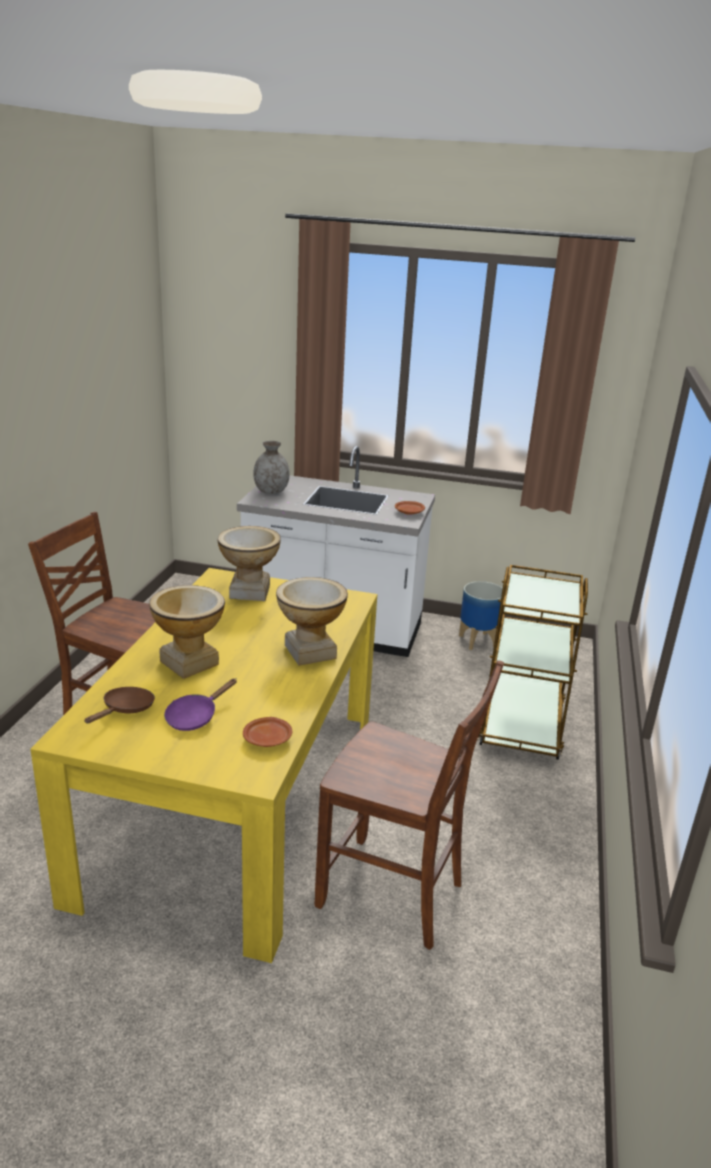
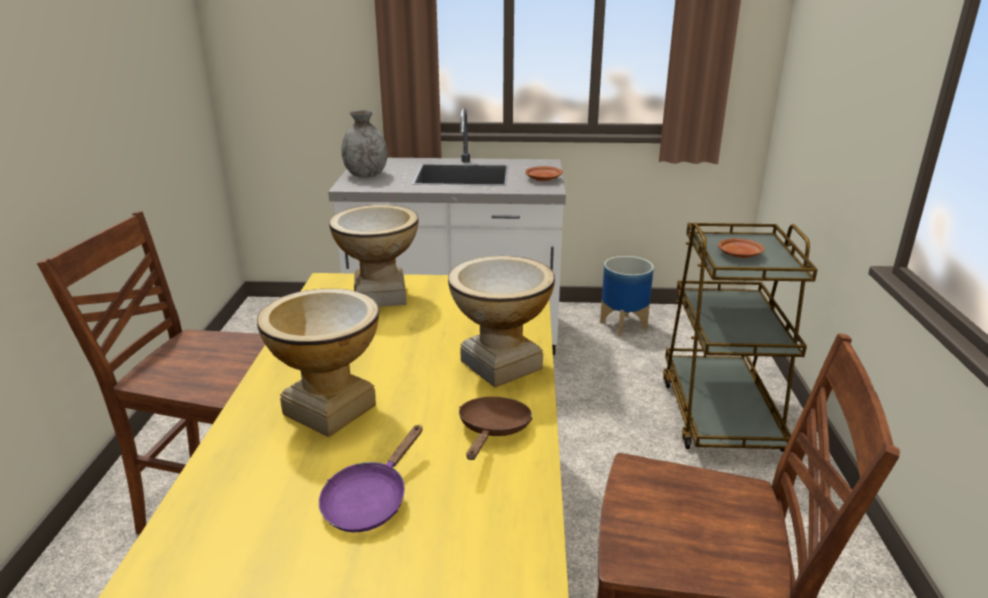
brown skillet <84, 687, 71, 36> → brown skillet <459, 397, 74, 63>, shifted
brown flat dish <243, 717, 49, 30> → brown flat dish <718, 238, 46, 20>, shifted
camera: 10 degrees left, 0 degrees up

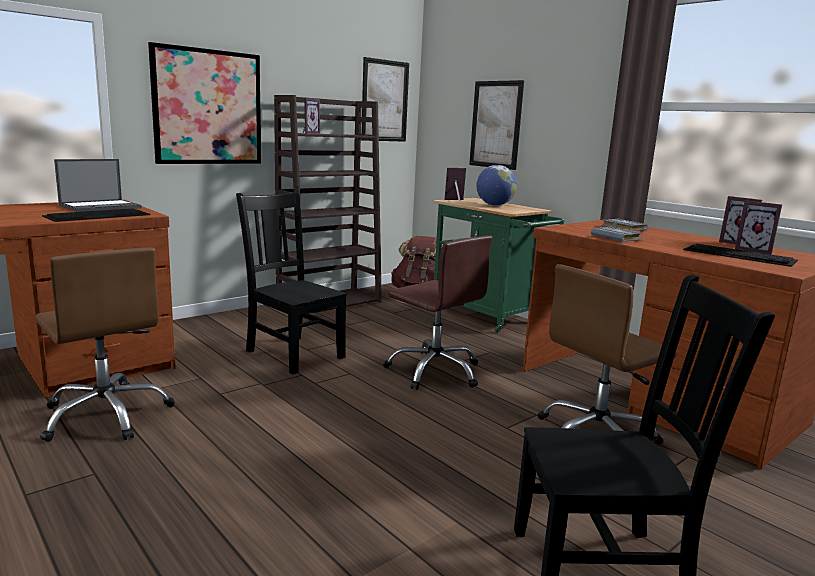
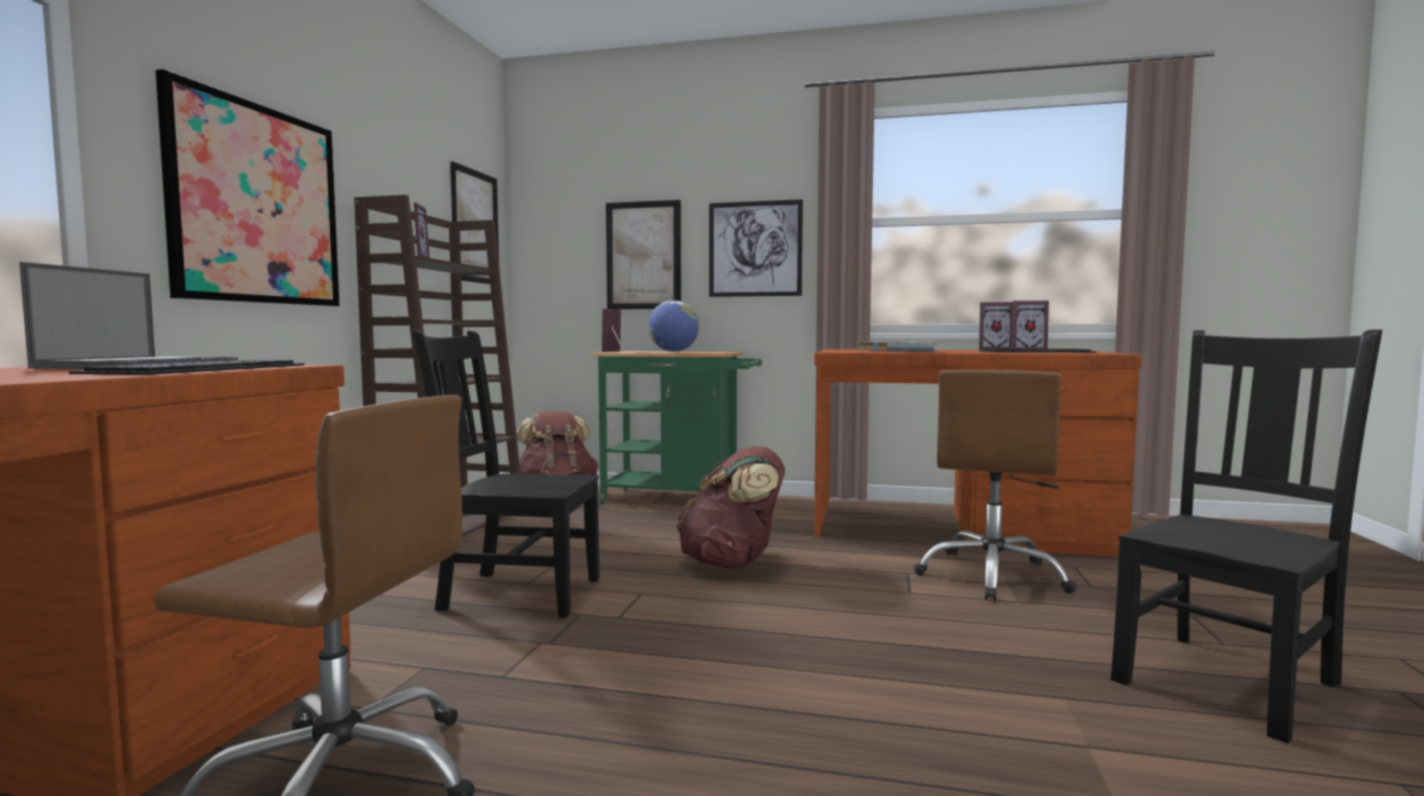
brown office chair <383, 235, 110, 155> → brown rucksack <676, 446, 109, 123>
- → picture <709, 199, 94, 98>
camera: 35 degrees left, 10 degrees down

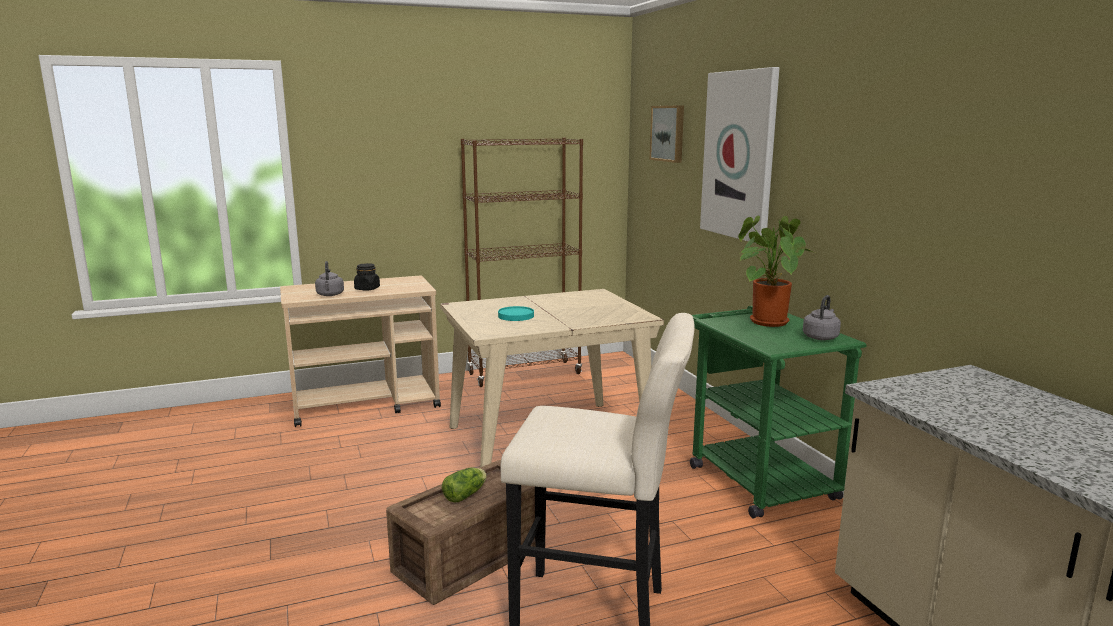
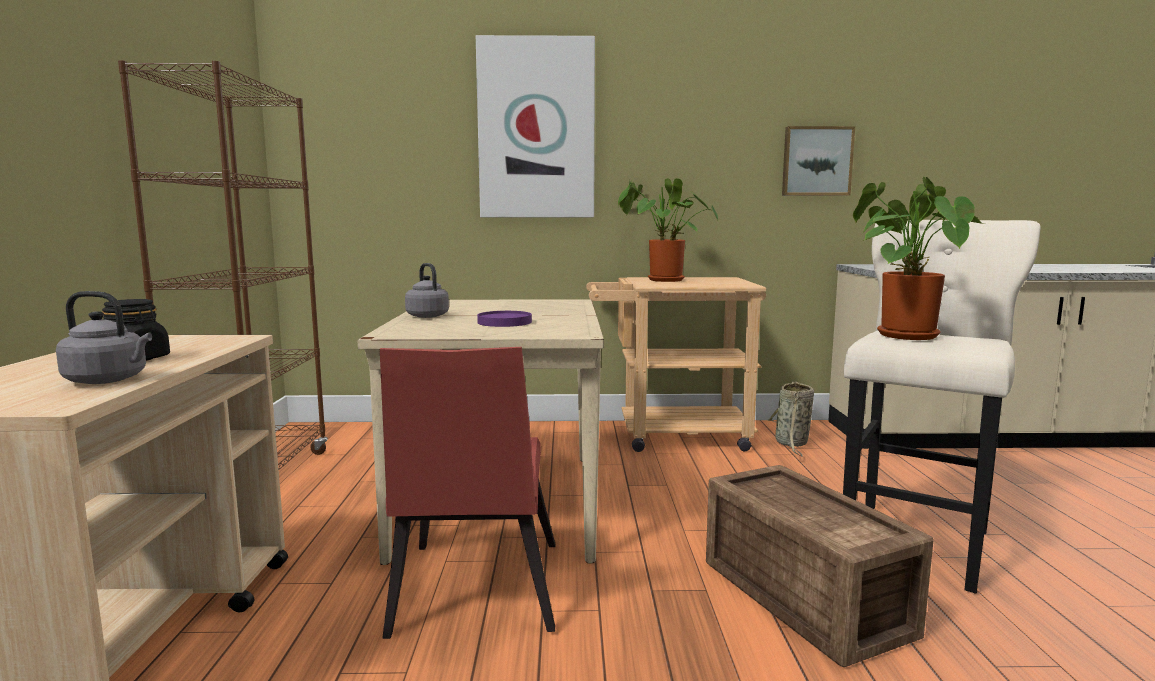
lettuce <442, 467, 45, 35> → -
blue-green flat dish <498, 306, 36, 15> → purple-coloured flat dish <477, 311, 55, 16>
picture <650, 106, 34, 57> → picture <782, 126, 73, 70>, shifted
green cart <690, 306, 177, 213> → beige-coloured cart <586, 277, 180, 175>
gray kettle <803, 295, 38, 45> → gray kettle <405, 263, 44, 55>, shifted
- → red plain chair <380, 347, 175, 292>
- → storage basket <767, 381, 47, 76>
- → plant in a pot <853, 177, 132, 163>
camera: 70 degrees left, 5 degrees down

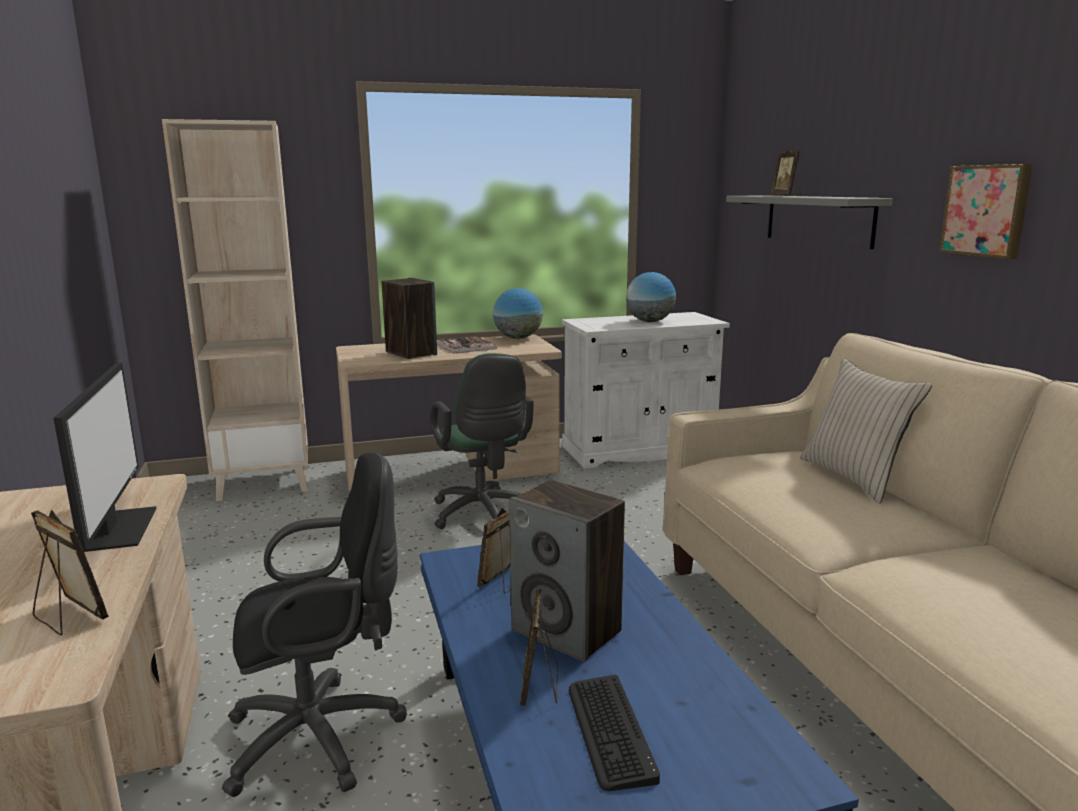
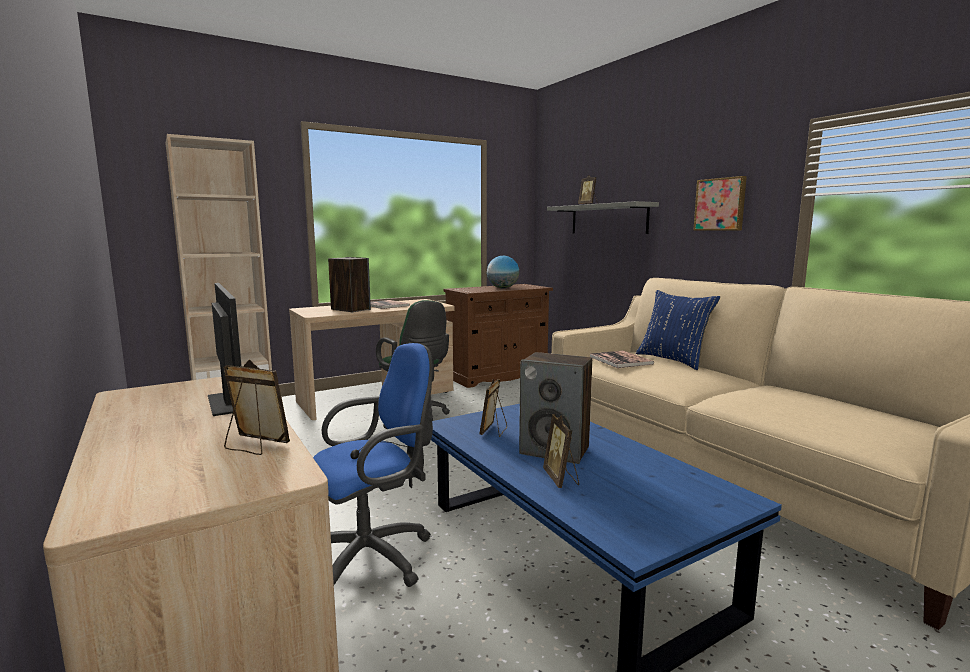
black-coloured office chair <222, 453, 185, 344> → blue office chair <313, 343, 120, 244>
globe <493, 288, 50, 51> → -
white-coloured storage cabinet <562, 312, 168, 157> → brown storage cabinet <443, 284, 110, 104>
computer keyboard <569, 675, 91, 116> → -
beige-coloured pillow <800, 358, 132, 146> → blue pillow <636, 290, 84, 80>
- → volume <590, 351, 64, 17>
camera: 15 degrees left, 5 degrees down

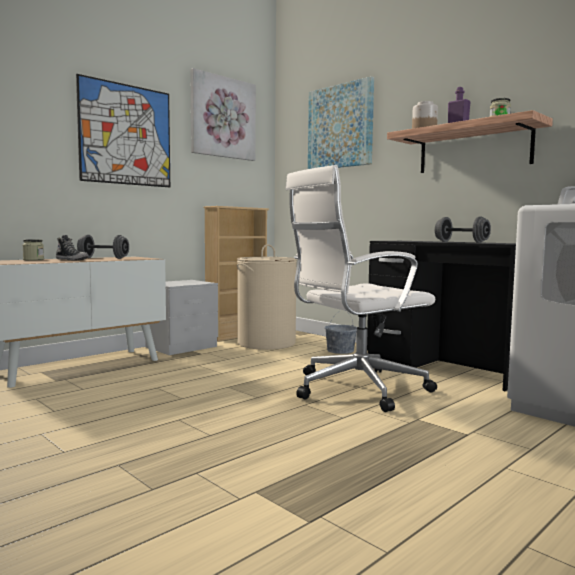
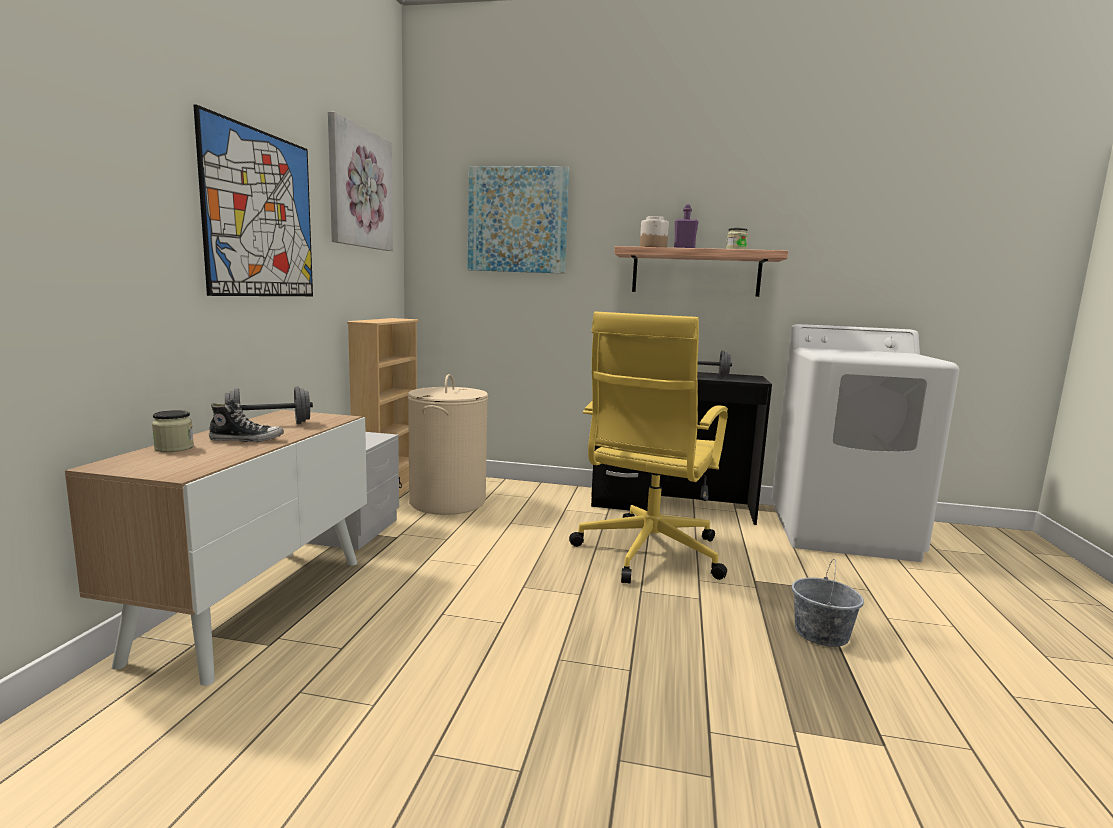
white-coloured office chair <285, 165, 152, 247> → yellow-coloured office chair <569, 312, 159, 272>
gray water bucket <324, 310, 33, 44> → gray water bucket <792, 559, 72, 88>, shifted
camera: 35 degrees left, 5 degrees up

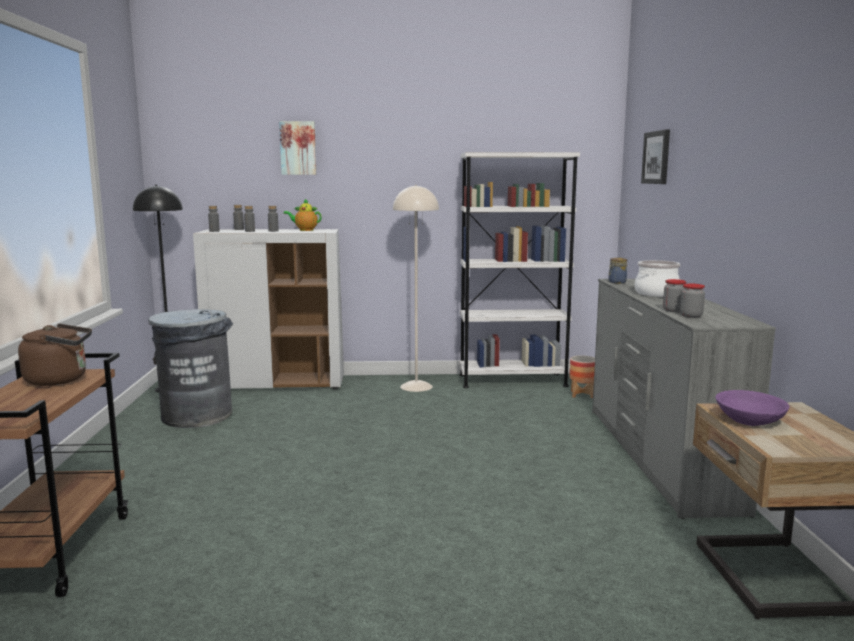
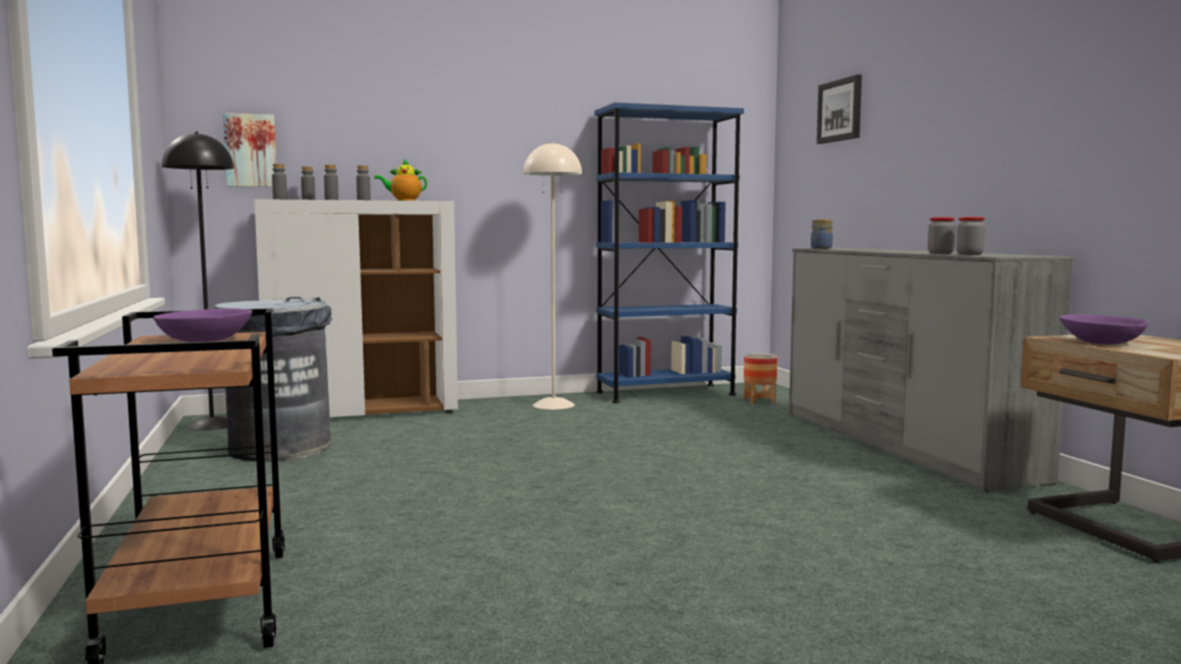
brown kettle <18, 324, 74, 62> → purple-coloured deep dish <153, 309, 100, 33>
picture <279, 121, 37, 54> → picture <223, 113, 53, 74>, shifted
white-coloured shelving unit <459, 152, 121, 236> → blue shelving unit <595, 102, 149, 301>
stockpot <634, 260, 47, 37> → -
camera: 15 degrees left, 5 degrees down

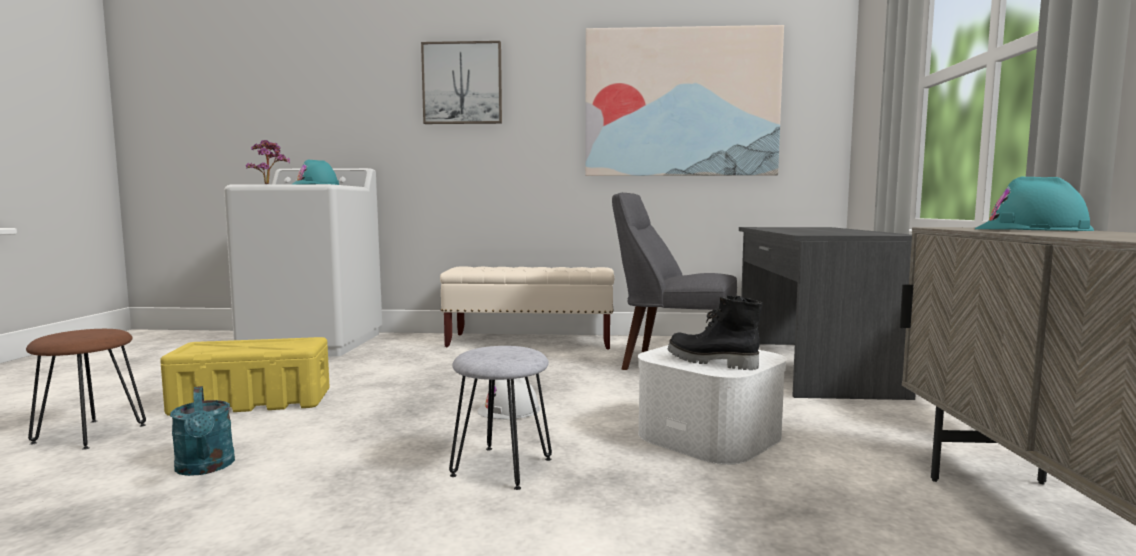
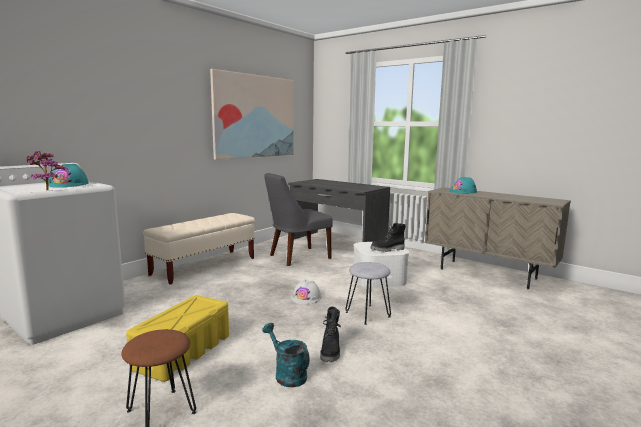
blue-green watering can <170, 386, 65, 90> → blue-green watering can <262, 323, 48, 64>, 135 degrees counterclockwise
picture <421, 41, 81, 83> → -
- → black-coloured boot <320, 307, 21, 55>
camera: 55 degrees left, 5 degrees up

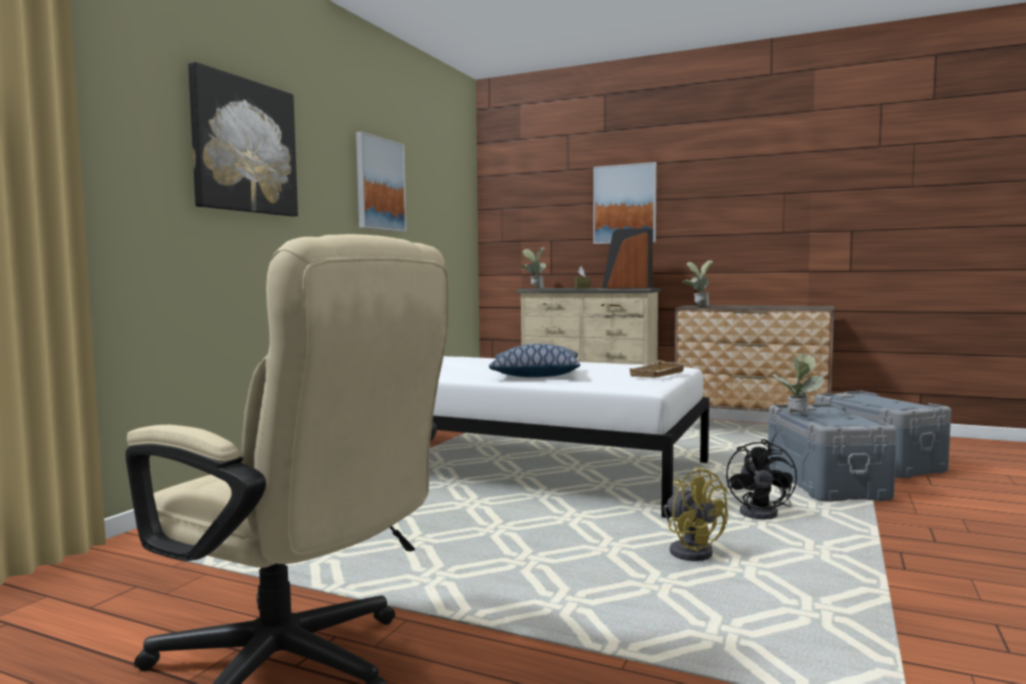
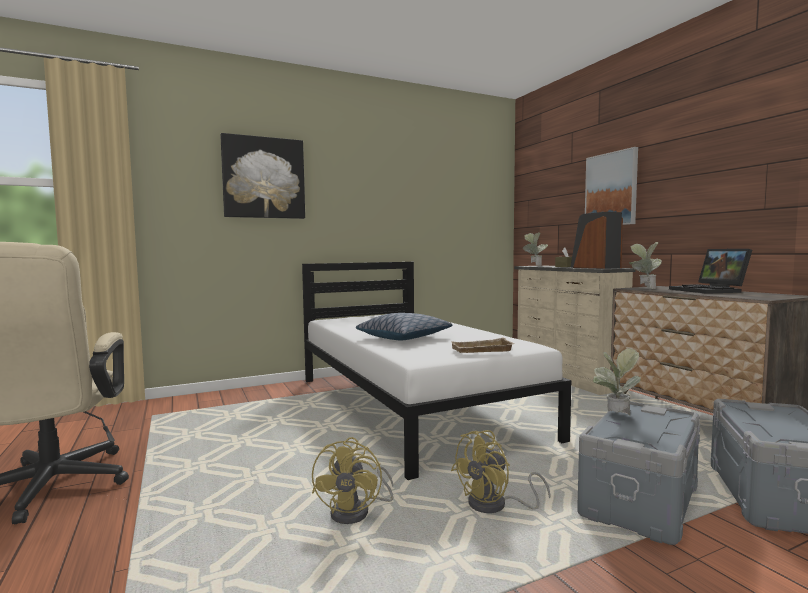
picture <356, 131, 51, 101> → -
black-coloured electric fan <726, 439, 71, 81> → yellow-coloured electric fan <451, 430, 100, 83>
- → laptop <669, 249, 83, 45>
camera: 40 degrees right, 0 degrees up

